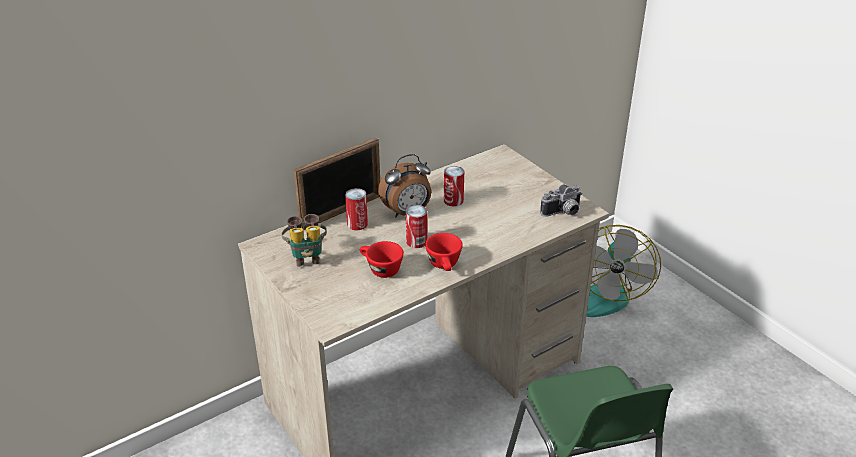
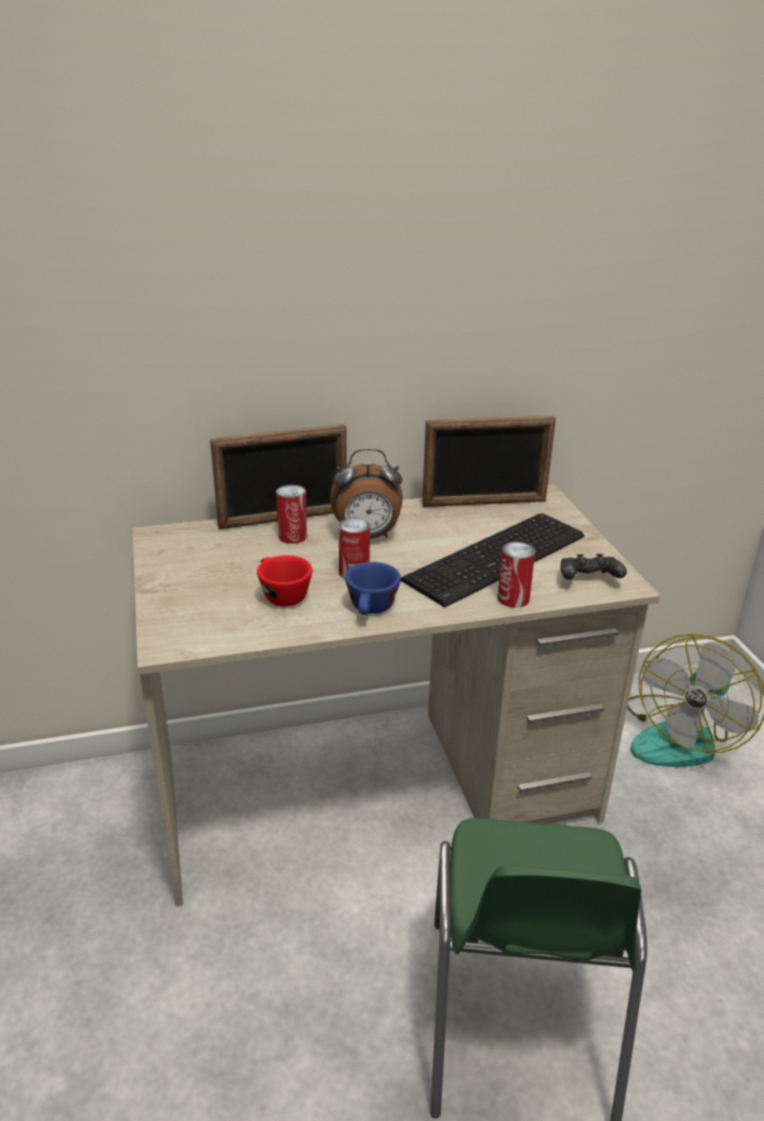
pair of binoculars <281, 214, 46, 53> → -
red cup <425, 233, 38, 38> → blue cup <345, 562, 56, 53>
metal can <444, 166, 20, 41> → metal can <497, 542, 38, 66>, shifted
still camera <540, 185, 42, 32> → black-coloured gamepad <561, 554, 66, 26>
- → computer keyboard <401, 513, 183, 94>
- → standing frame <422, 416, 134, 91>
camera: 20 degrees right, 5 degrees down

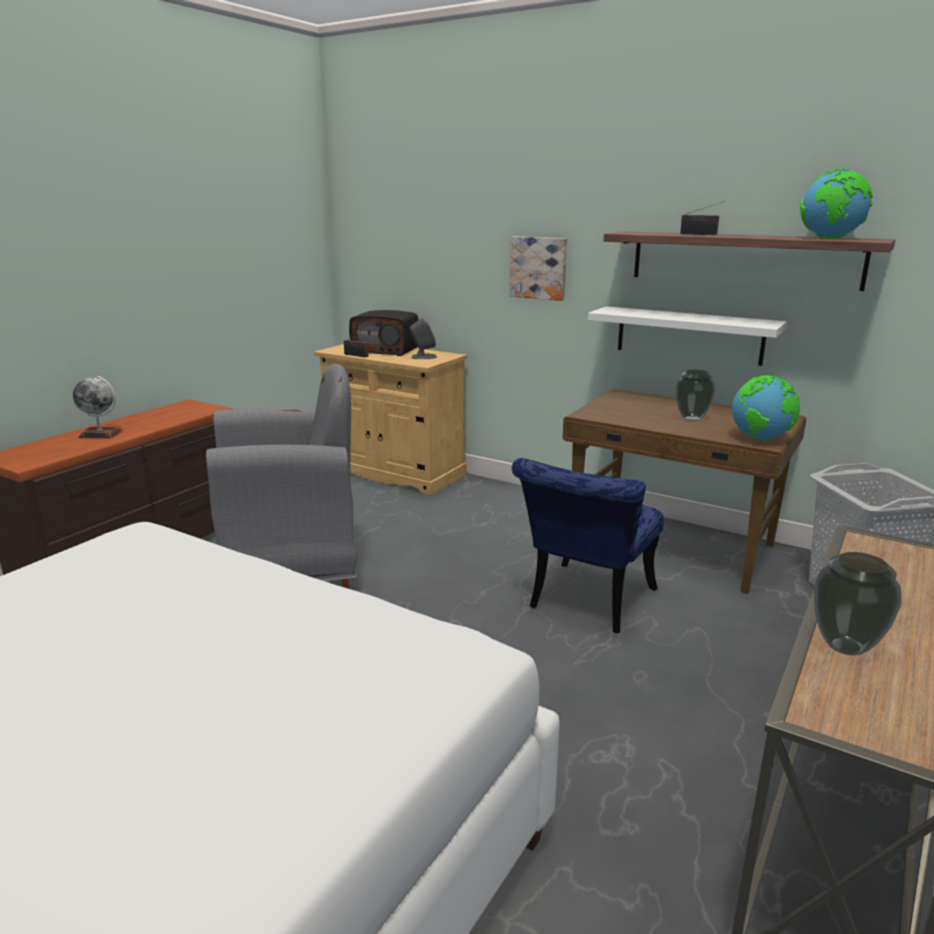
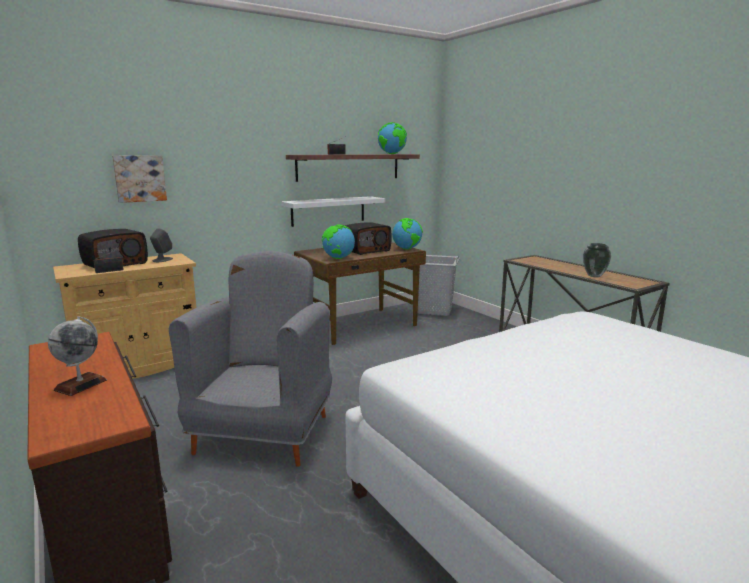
picture <510, 236, 57, 65> → picture <112, 155, 55, 48>, shifted
blue plain chair <512, 458, 152, 175> → -
flower vase <675, 370, 41, 51> → radio receiver <345, 223, 47, 32>
- → globe <322, 224, 33, 35>
camera: 65 degrees left, 5 degrees down

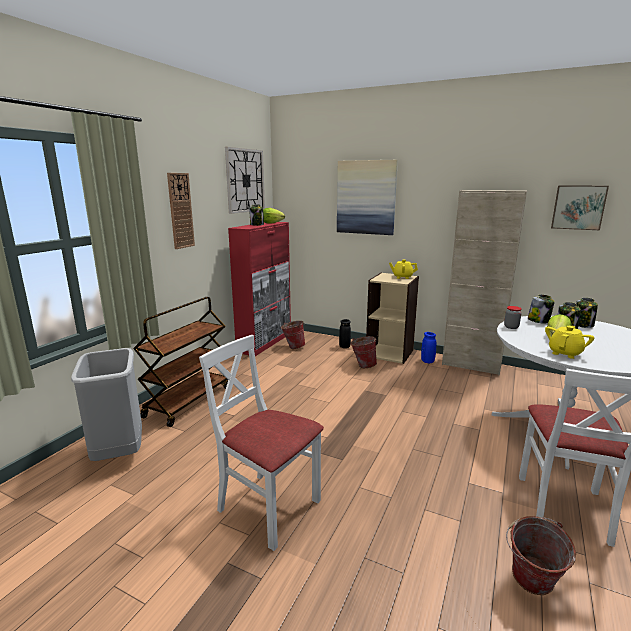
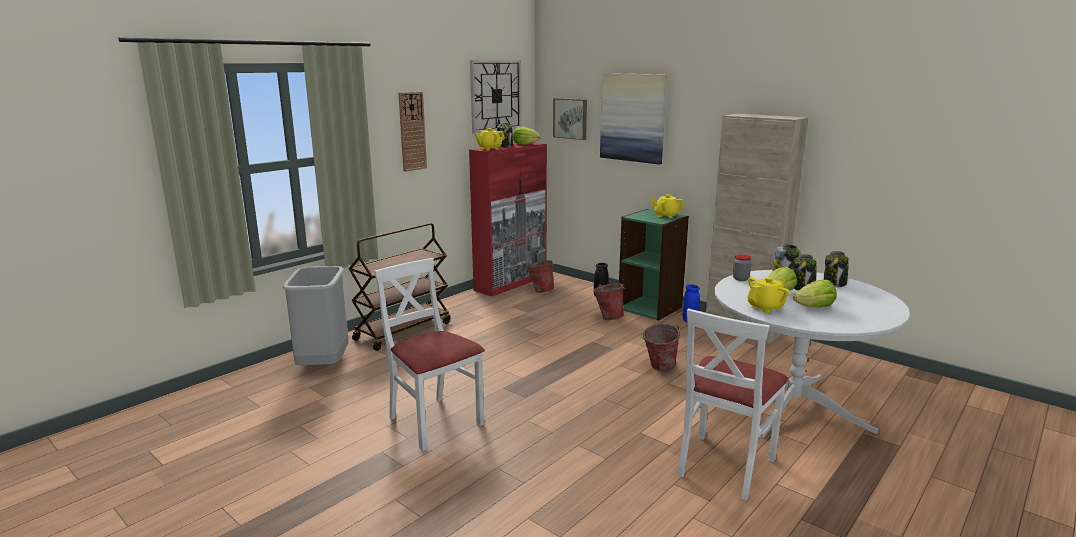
beige-coloured shelving unit <366, 273, 53, 91> → green shelving unit <619, 209, 70, 112>
water bucket <506, 516, 70, 79> → water bucket <641, 323, 39, 48>, shifted
picture <551, 185, 58, 45> → picture <553, 98, 34, 42>, shifted
- → yellow-coloured pot for tea <474, 128, 31, 22>
- → lettuce <793, 280, 44, 27>
camera: 15 degrees right, 0 degrees up

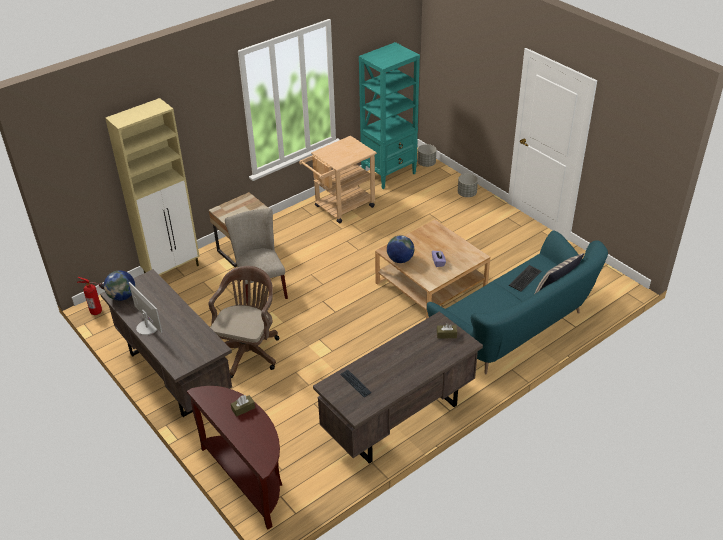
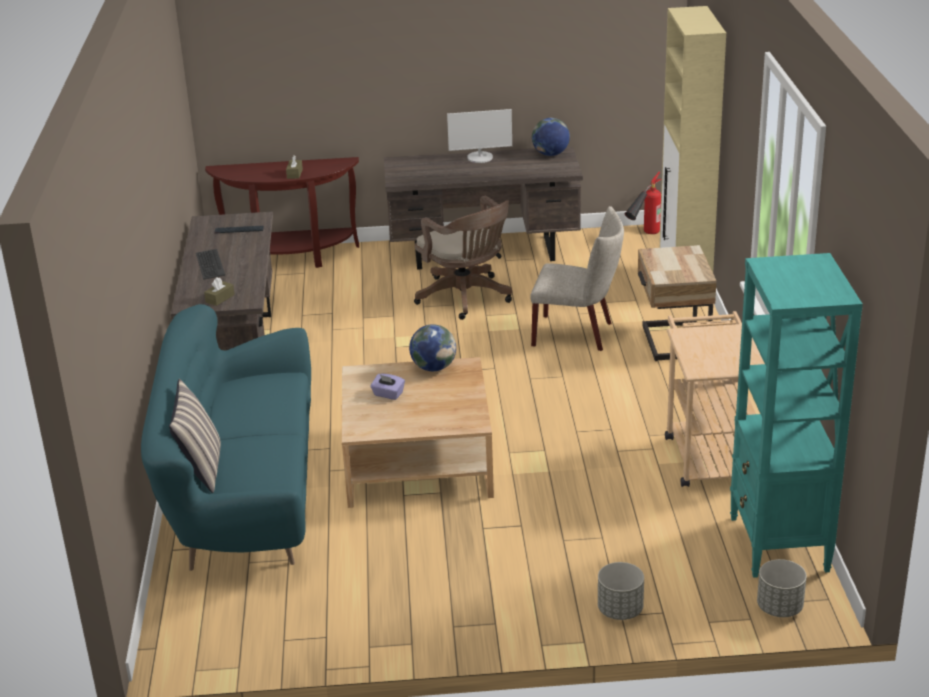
computer keyboard <509, 265, 33, 27> → computer keyboard <196, 249, 29, 31>, shifted
camera: 125 degrees right, 10 degrees down

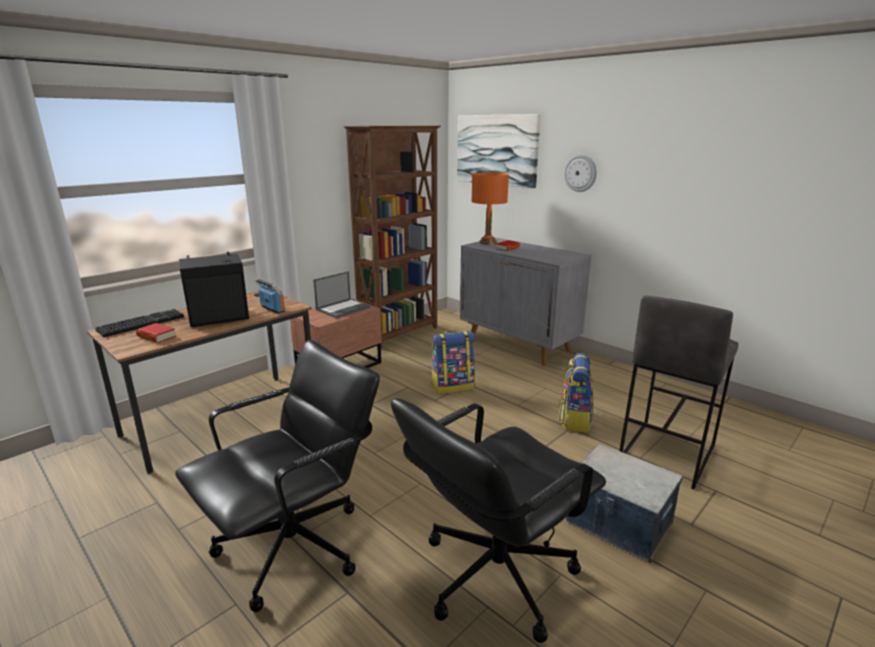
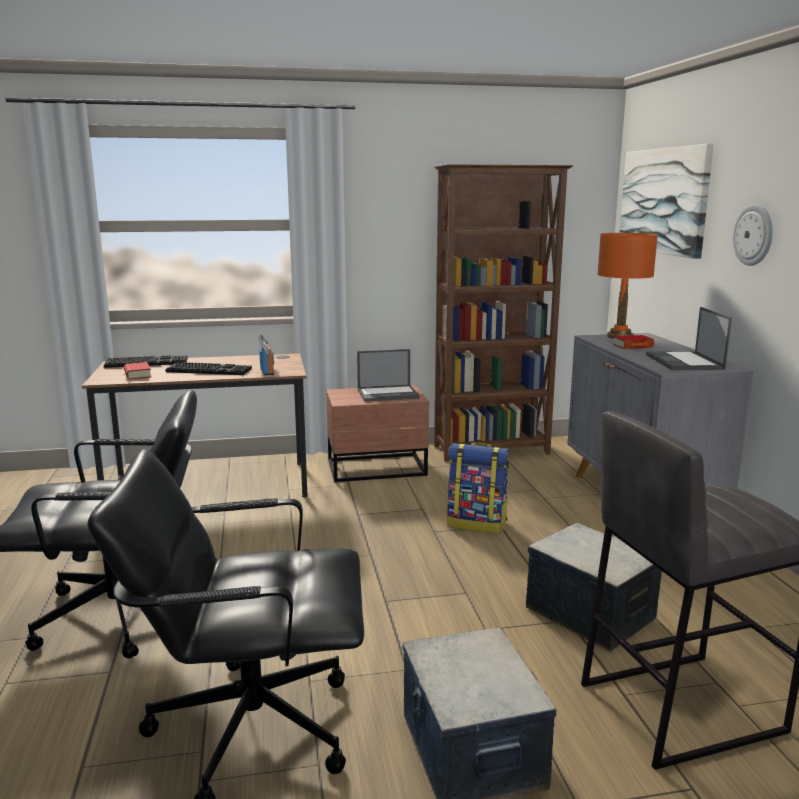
black-coloured speaker <179, 252, 70, 75> → computer keyboard <165, 362, 87, 13>
rucksack <558, 353, 36, 80> → storage box <526, 523, 136, 129>
- → laptop <646, 307, 86, 63>
camera: 35 degrees right, 5 degrees down

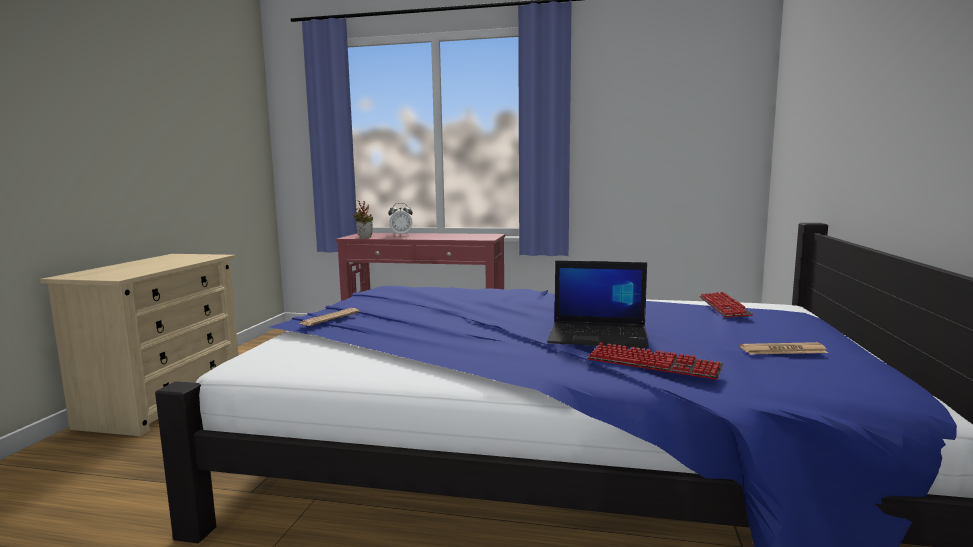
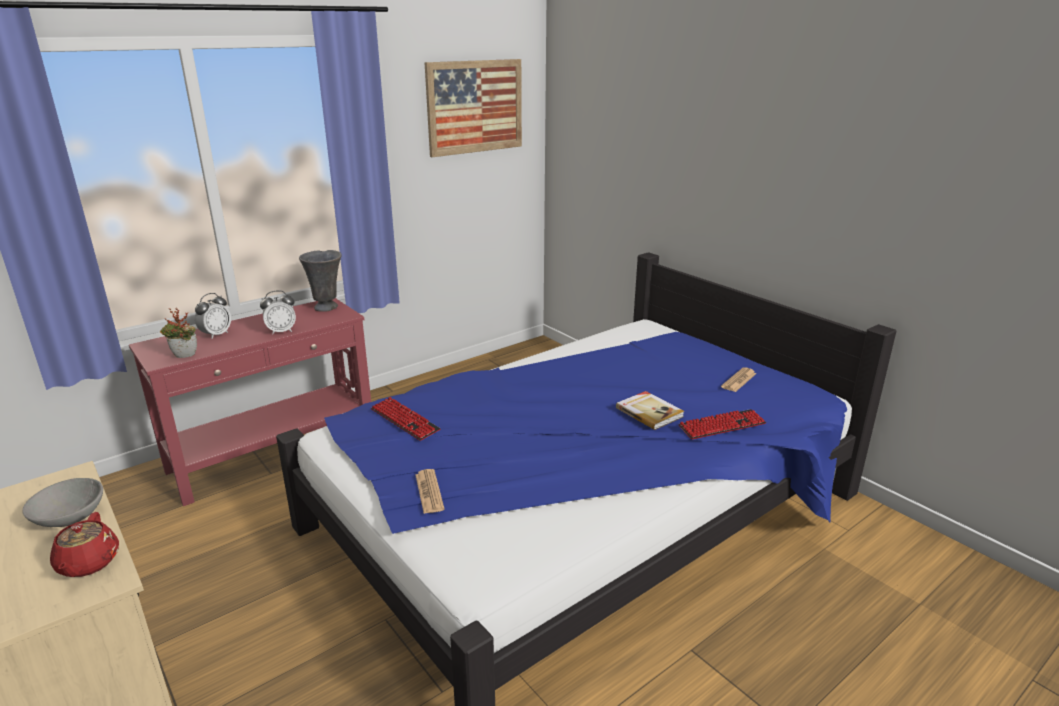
laptop <547, 261, 102, 87> → volume <616, 391, 68, 39>
computer keyboard <699, 292, 54, 25> → computer keyboard <371, 397, 70, 44>, shifted
- → gray deep dish <22, 478, 81, 49>
- → red pot for tea <50, 512, 69, 65>
- → bedside clock <260, 291, 36, 44>
- → gray flower vase <299, 250, 43, 62>
- → picture <424, 59, 98, 98>
camera: 50 degrees left, 15 degrees up

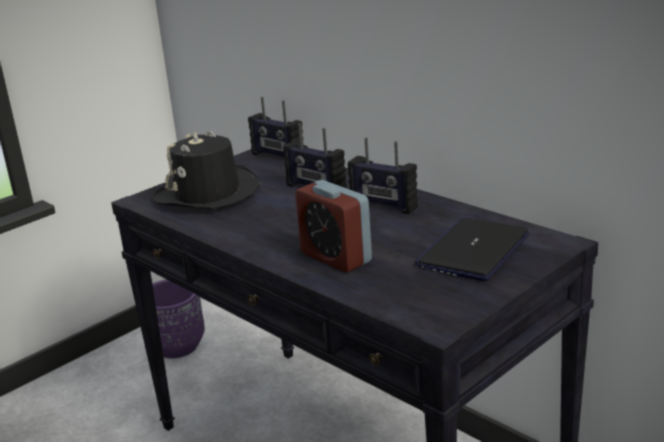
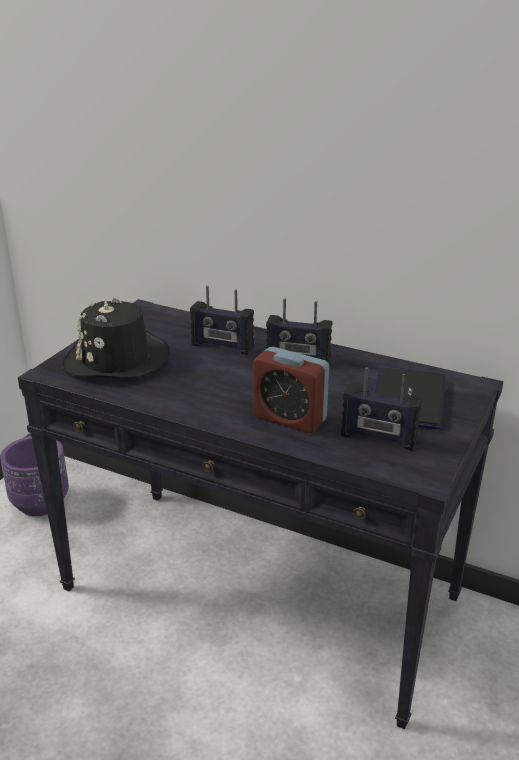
radio receiver <248, 97, 55, 60> → radio receiver <341, 367, 81, 84>, shifted
camera: 20 degrees left, 5 degrees up

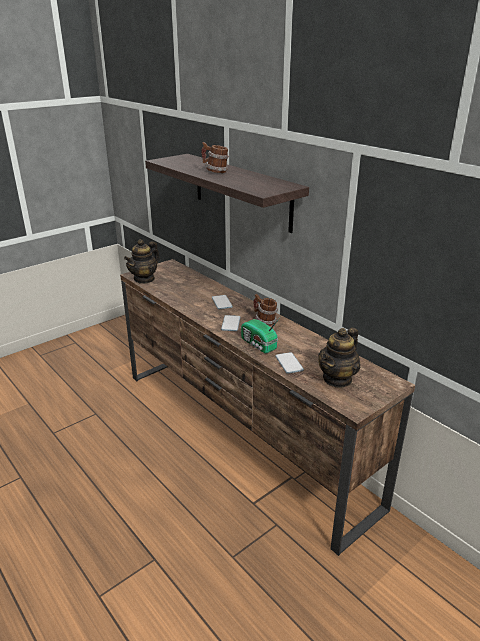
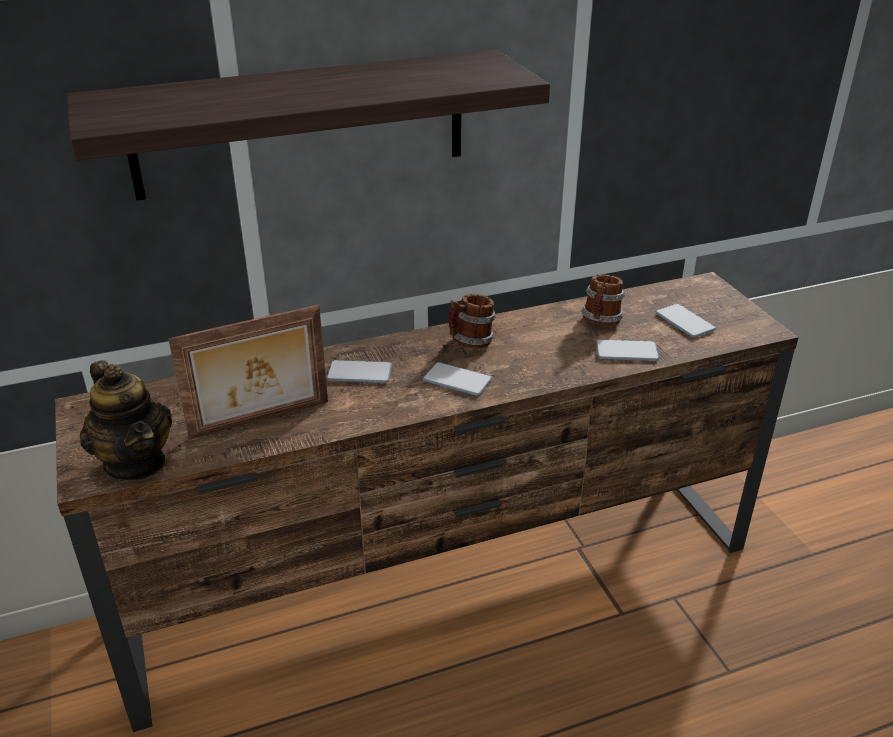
mug <201, 142, 28, 31> → mug <581, 275, 44, 51>, shifted
radio receiver <241, 316, 40, 37> → -
pot for tea <318, 328, 43, 60> → phone <656, 304, 60, 34>
- → standing frame <168, 305, 160, 134>
camera: 70 degrees left, 5 degrees up

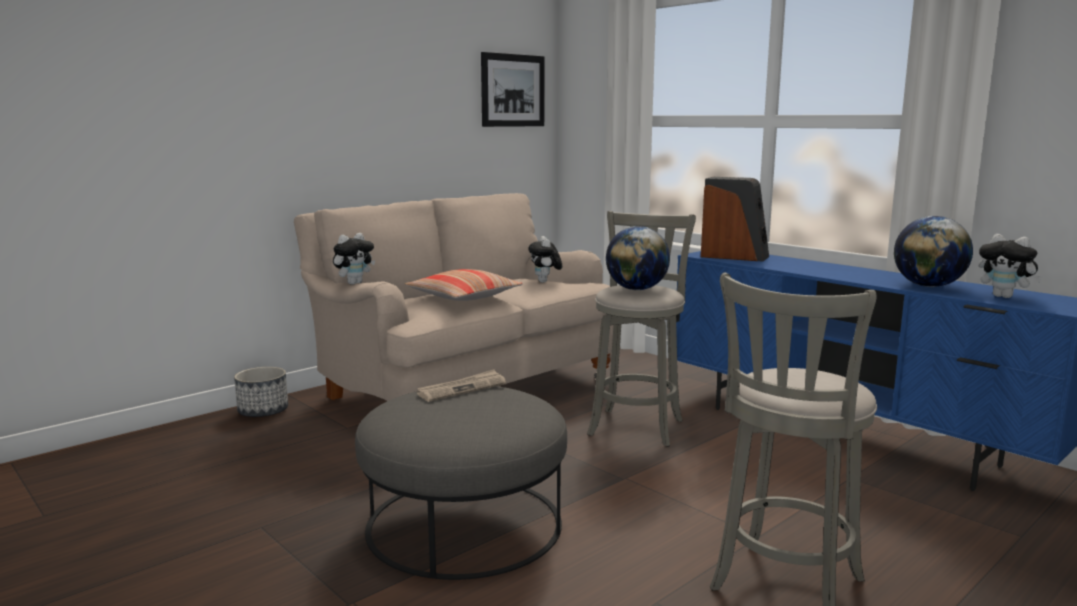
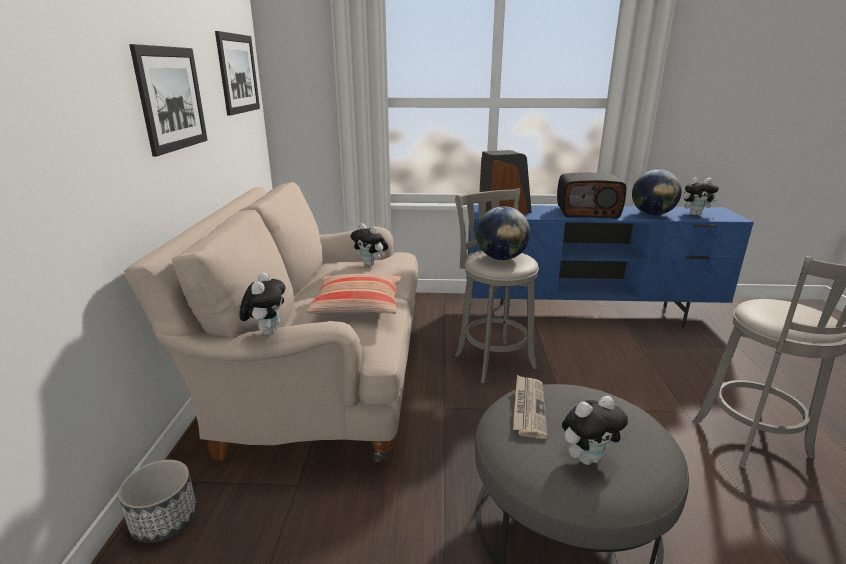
- → picture <129, 44, 78, 112>
- → radio receiver <557, 172, 69, 47>
- → soft toy <562, 396, 66, 69>
camera: 45 degrees left, 10 degrees up

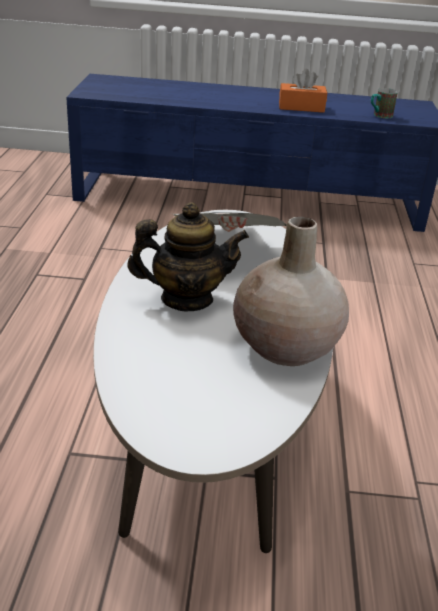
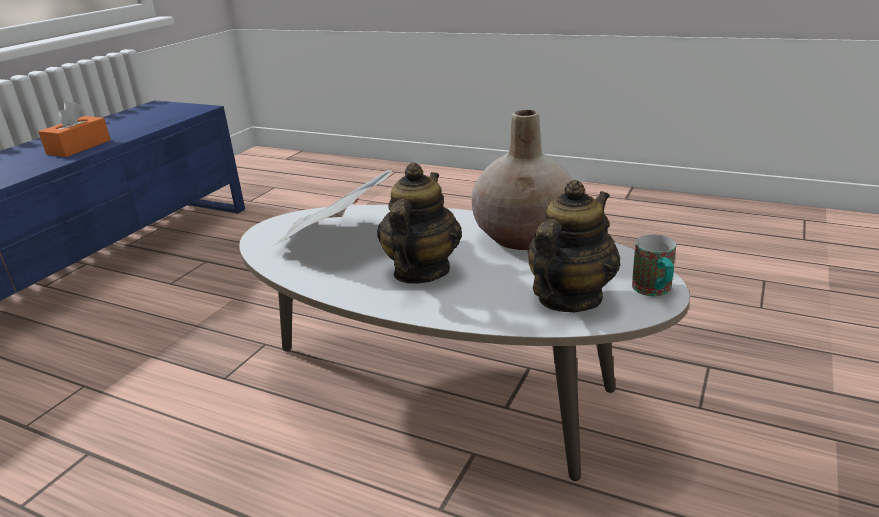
mug <371, 88, 27, 30> → mug <632, 235, 44, 61>, shifted
- → pot for tea <528, 180, 93, 132>
camera: 65 degrees left, 5 degrees down

